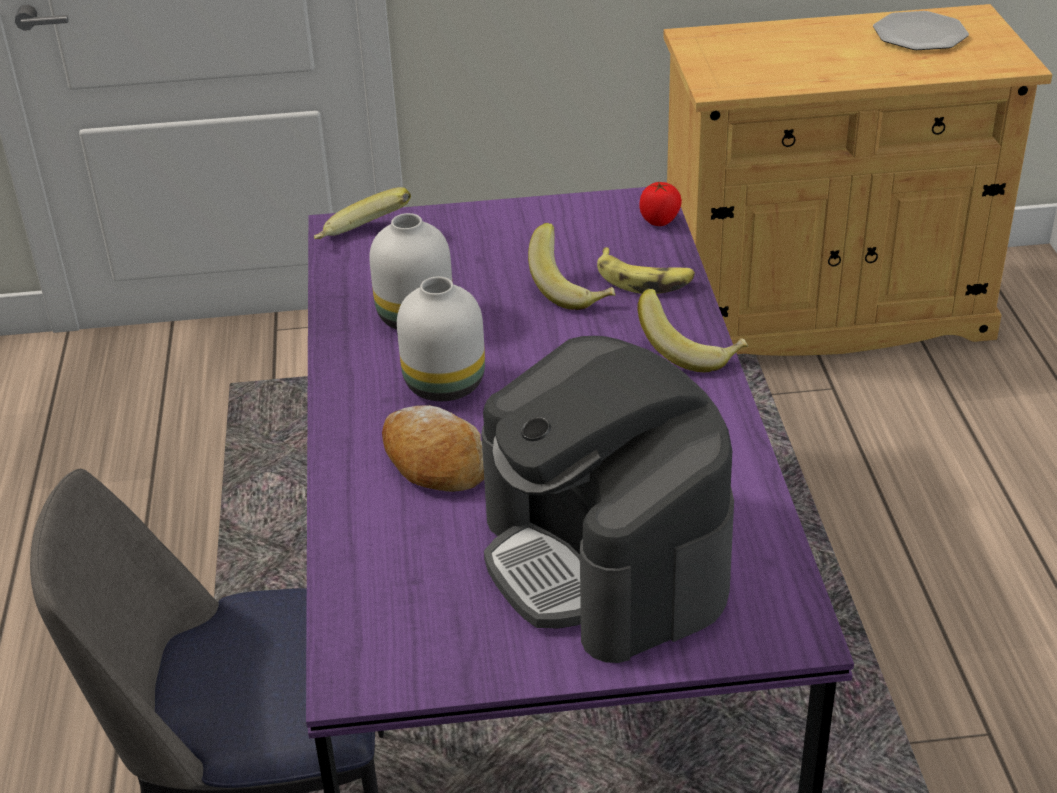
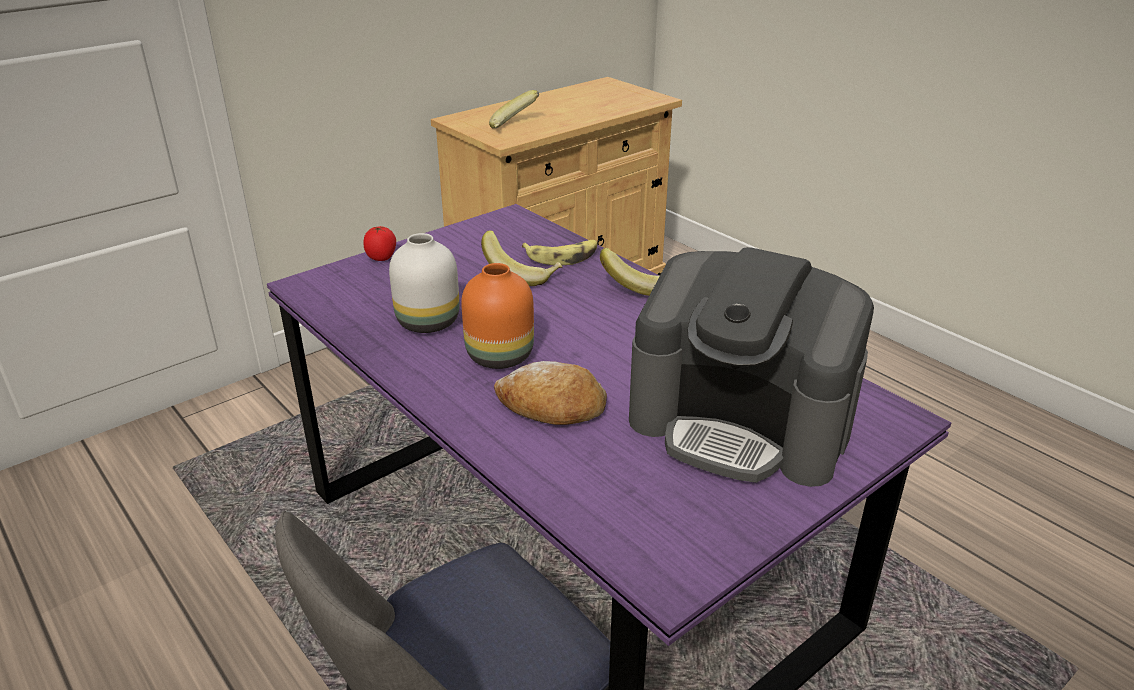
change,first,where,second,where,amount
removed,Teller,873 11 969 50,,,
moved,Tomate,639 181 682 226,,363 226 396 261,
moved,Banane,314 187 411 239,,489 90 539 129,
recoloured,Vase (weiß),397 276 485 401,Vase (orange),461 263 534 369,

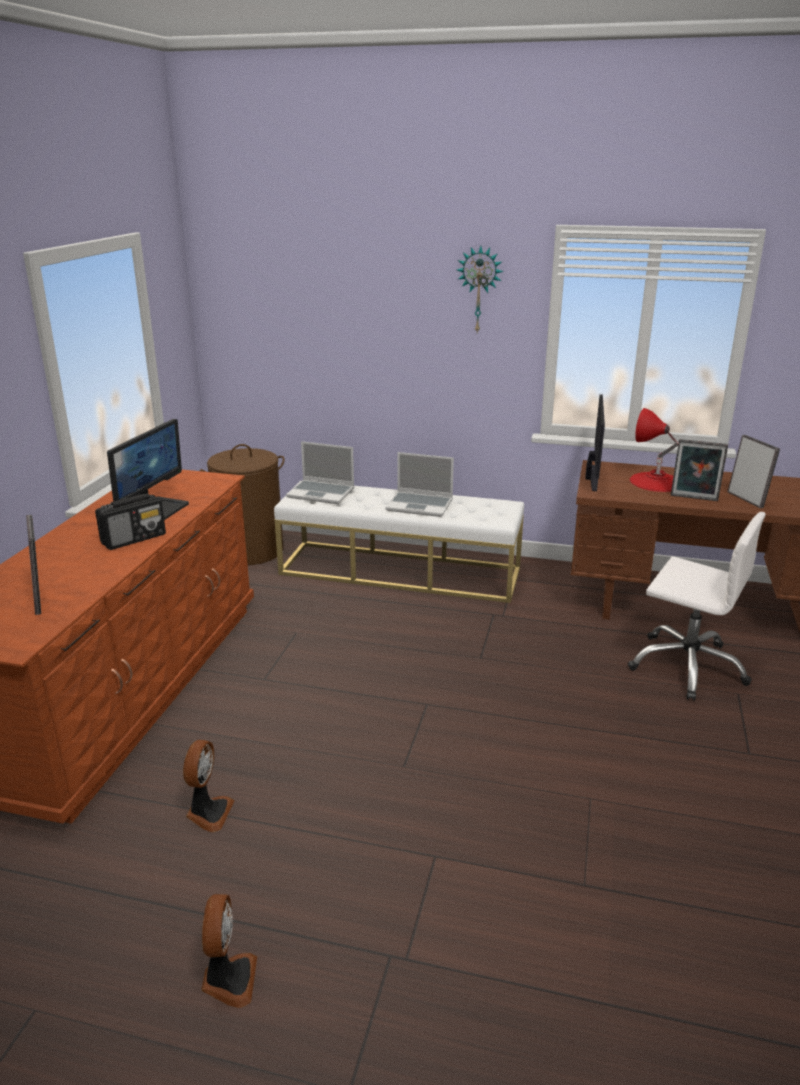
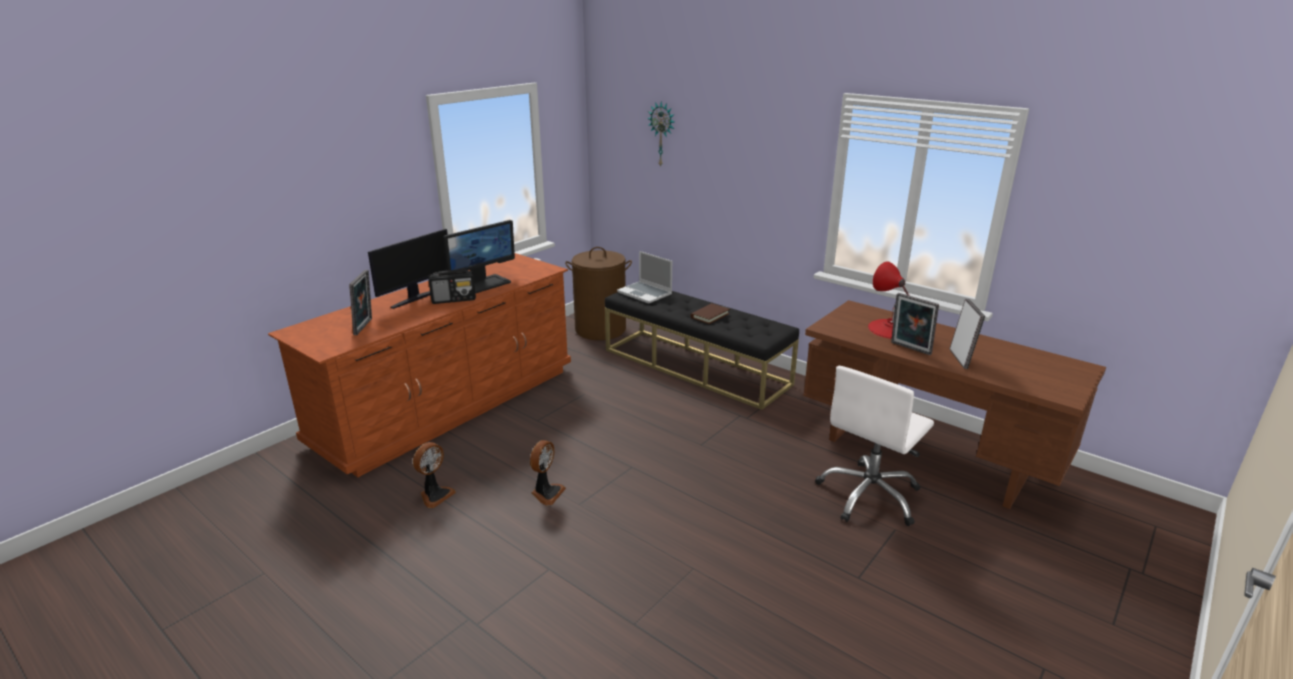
change,first,where,second,where,amount
moved,Wanduhr,457 246 504 332,,647 101 675 168,
moved,Monitor,585 394 605 491,,368 229 448 309,
replaced,Laptop,385 452 454 517,Buch (braun),691 303 730 324,
recoloured,Bank (weiß),274 481 524 603,Bank (schwarz),605 291 799 410,
turned,Bürostuhl (weiß),628 512 766 701,,815 366 934 526,75 degrees clockwise
moved,Ventilator,201 894 257 1008,,530 440 566 505,

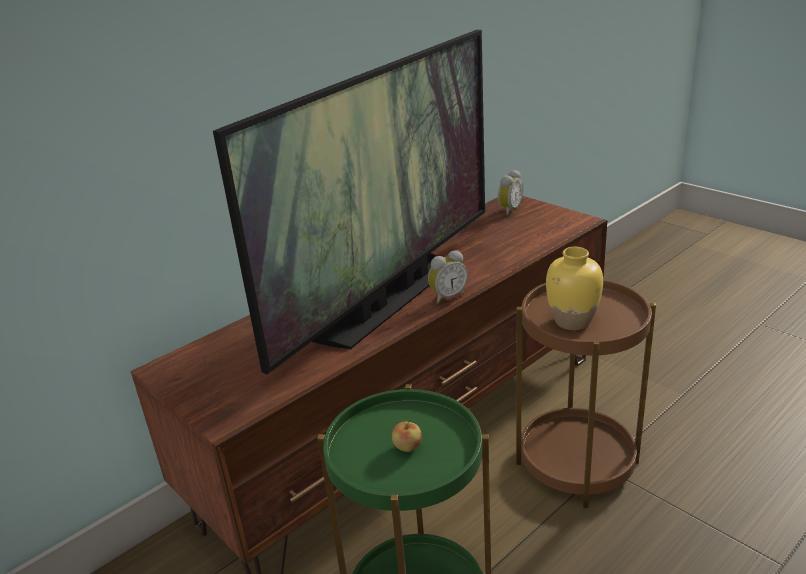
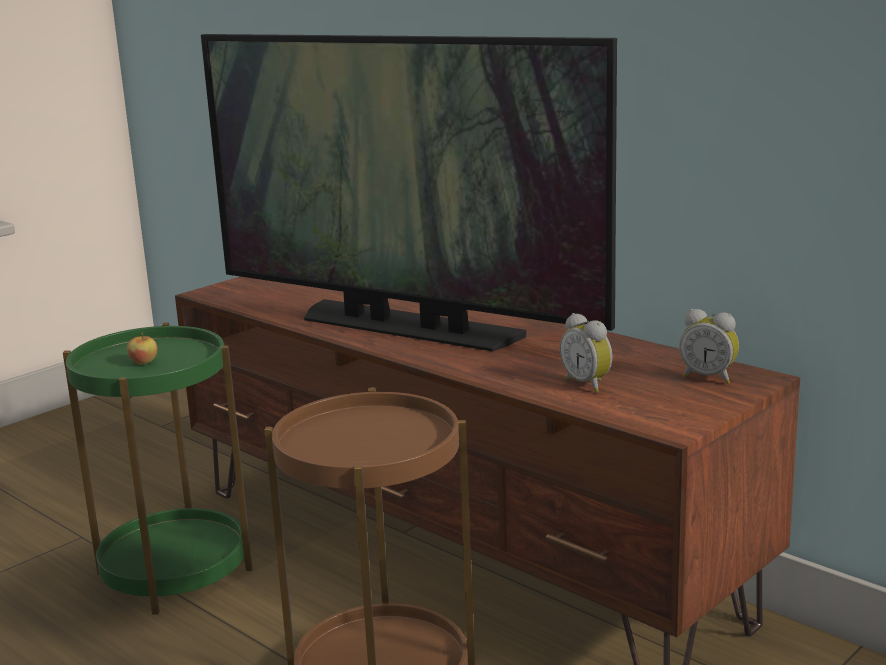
change,first,where,second,where,amount
removed,Vase (gelb),546 247 603 330,,,
moved,Wecker,428 250 468 304,,560 313 612 392,

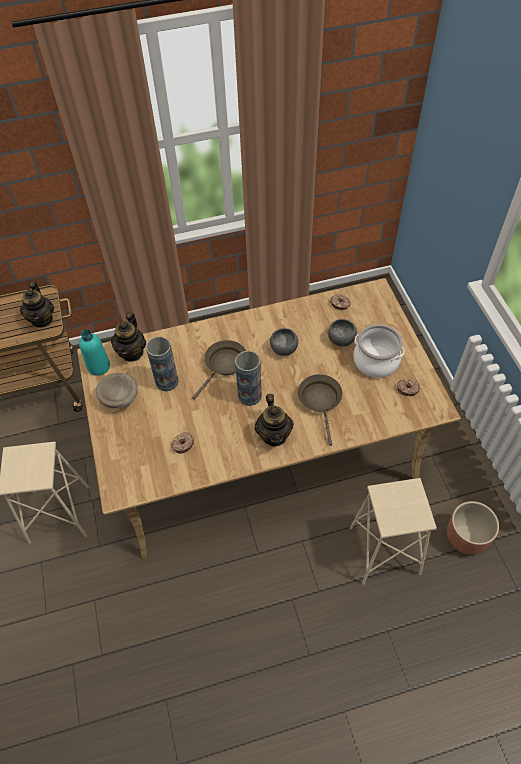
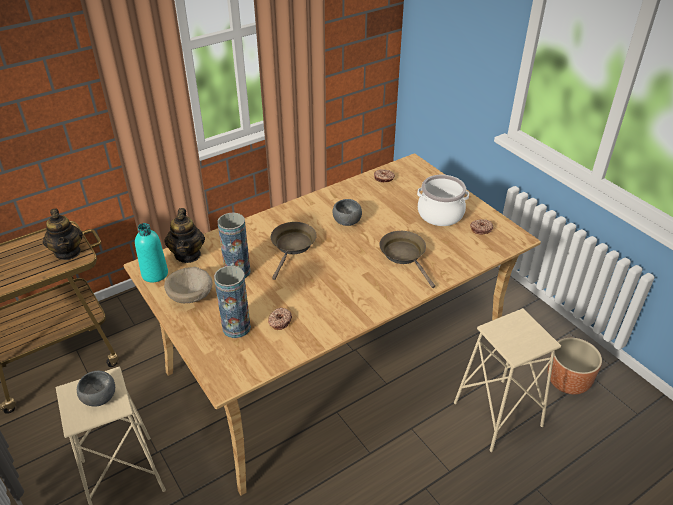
change,first,where,second,where,amount
moved,Schüssel (grau),328 319 357 346,,77 371 115 407,
moved,Vase,235 351 262 406,,214 266 251 338,
removed,Teekanne,254 394 294 446,,,

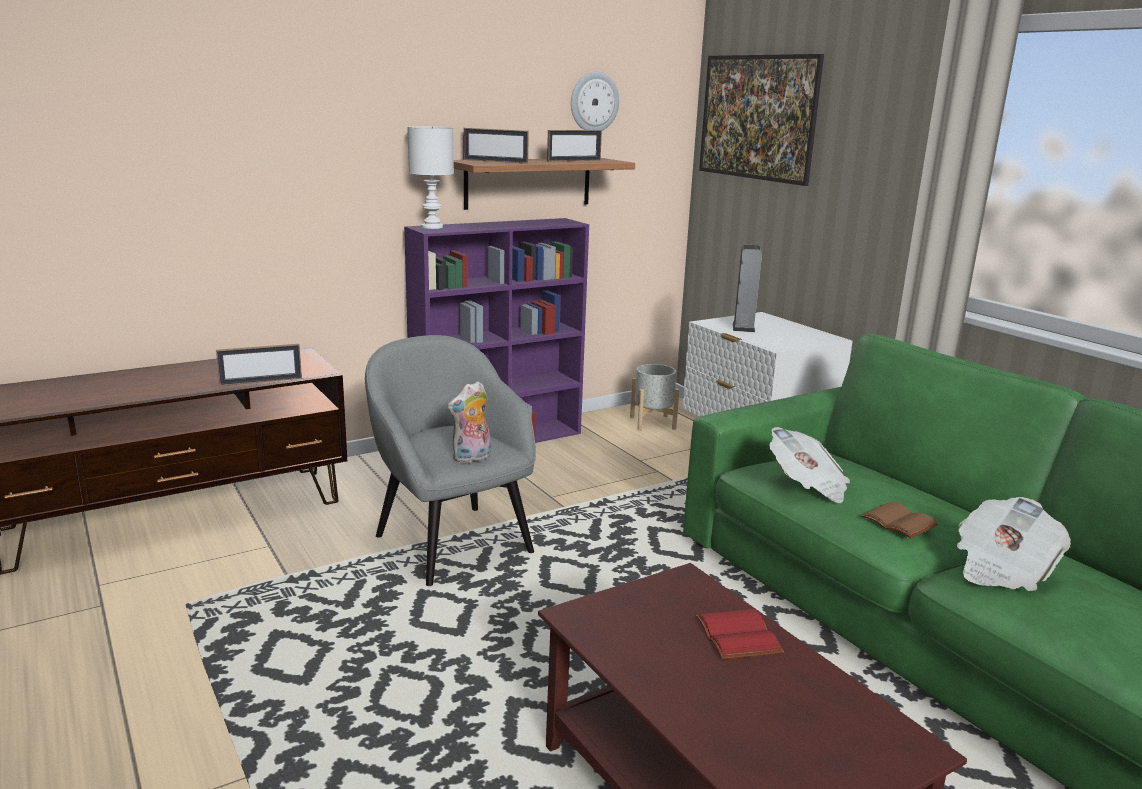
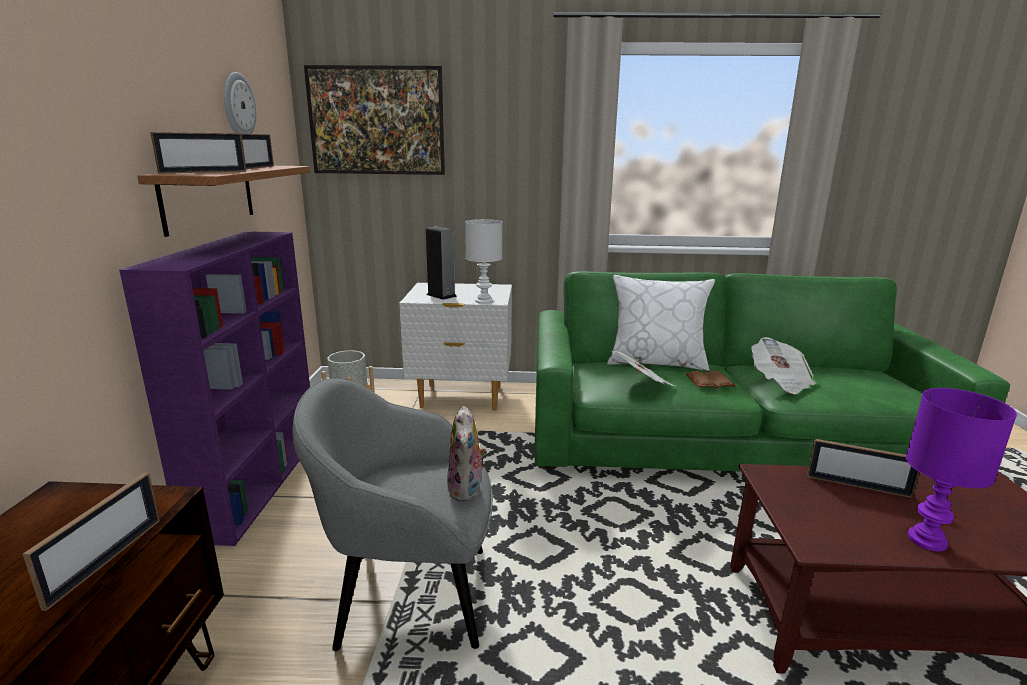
change,first,where,second,where,amount
moved,Tischlampe (weiß),408 126 454 229,,465 219 502 304,
replaced,Buch (rot),696 609 784 660,Bilderrahmen,807 439 919 498,
added,,,Kissen (weiß),607 275 715 371,
added,,,Tischlampe (lila),906 388 1017 551,

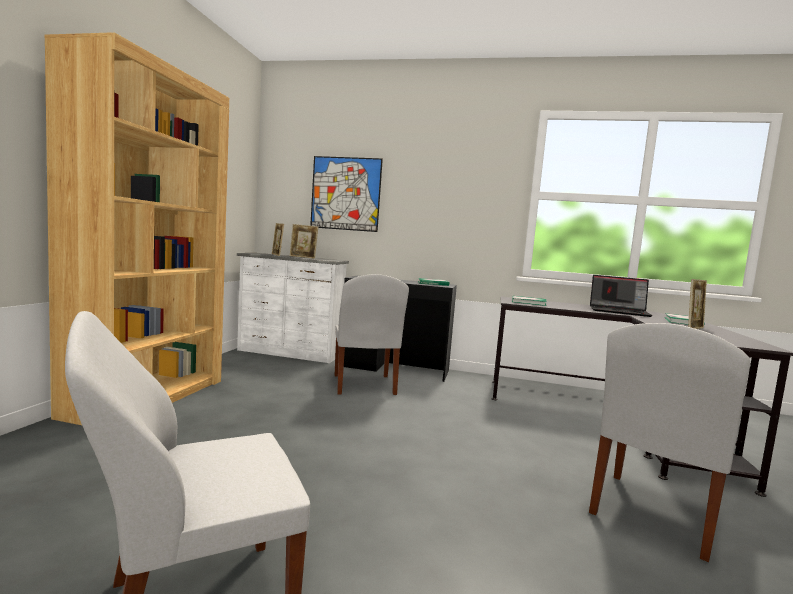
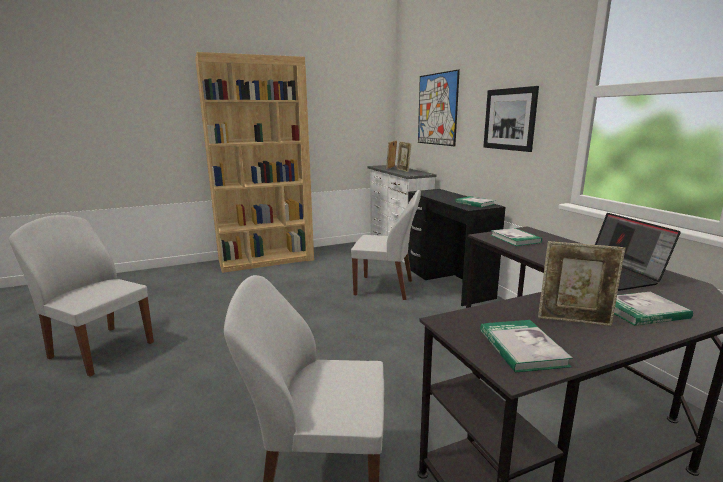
change,first,where,second,where,amount
turned,Stuhl (weiß),335 274 409 395,,351 190 421 300,120 degrees counterclockwise
added,,,Bild,483 86 539 152,
added,,,Buch,480 320 573 373,

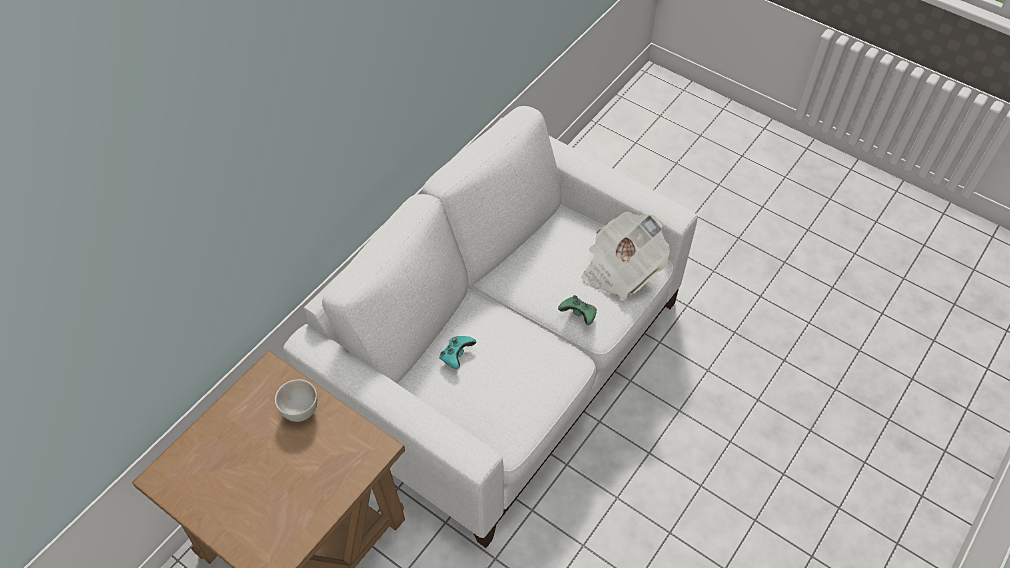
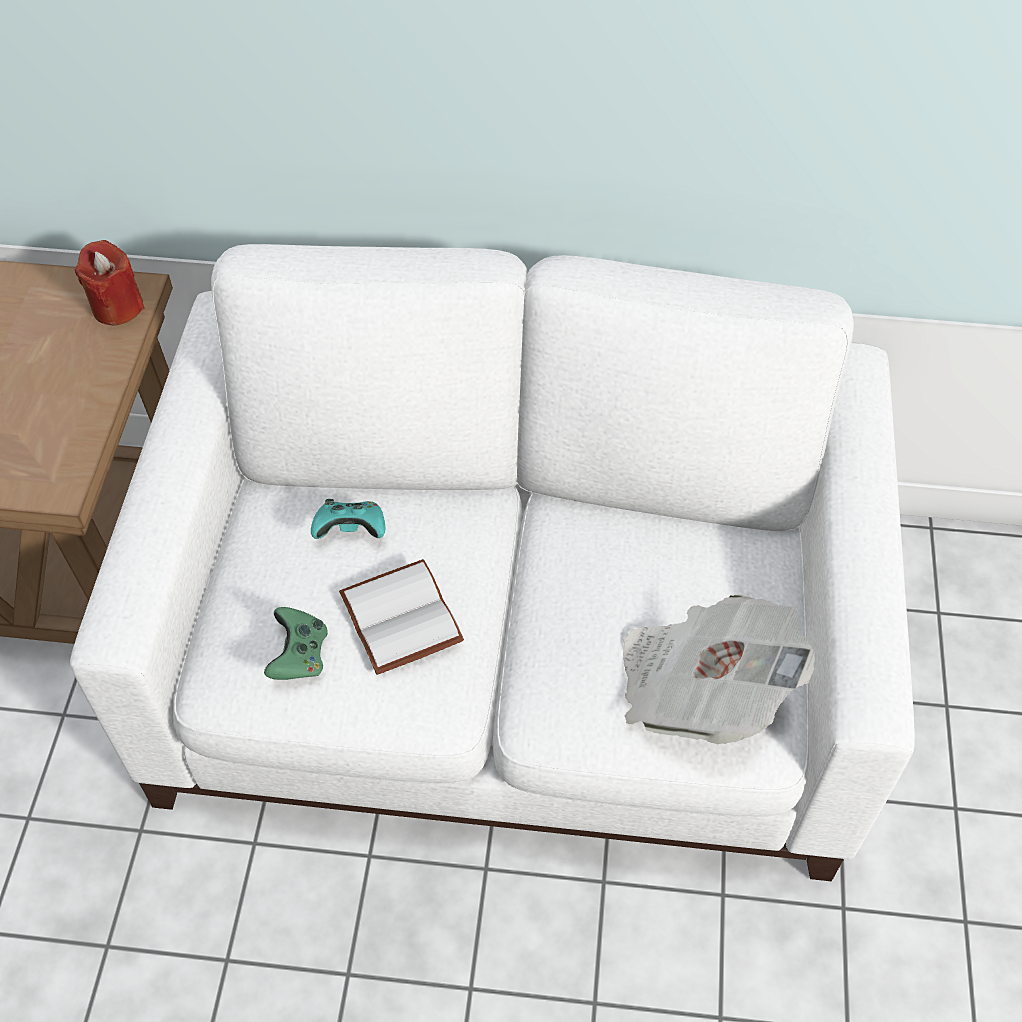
change,first,where,second,where,amount
moved,Gamepad (grün),558 295 597 325,,264 607 328 680,
removed,Schüssel (weiß),275 379 317 422,,,
added,,,Kerze (rot),74 240 145 326,
added,,,Buch (weiß),339 559 464 675,

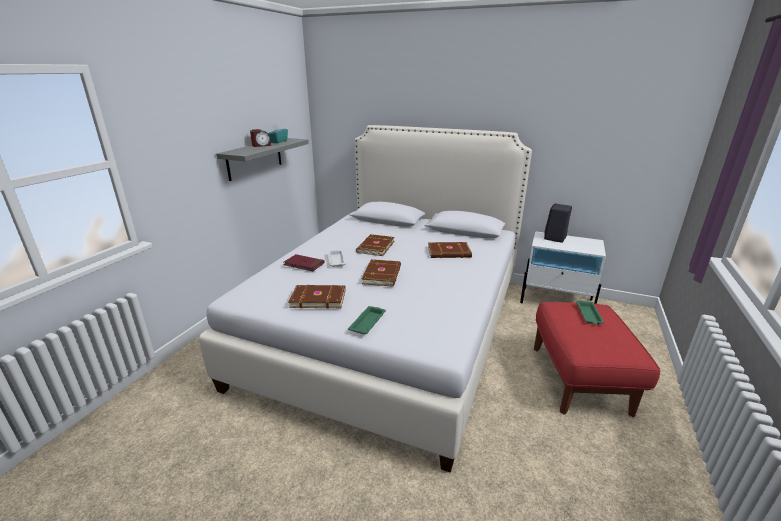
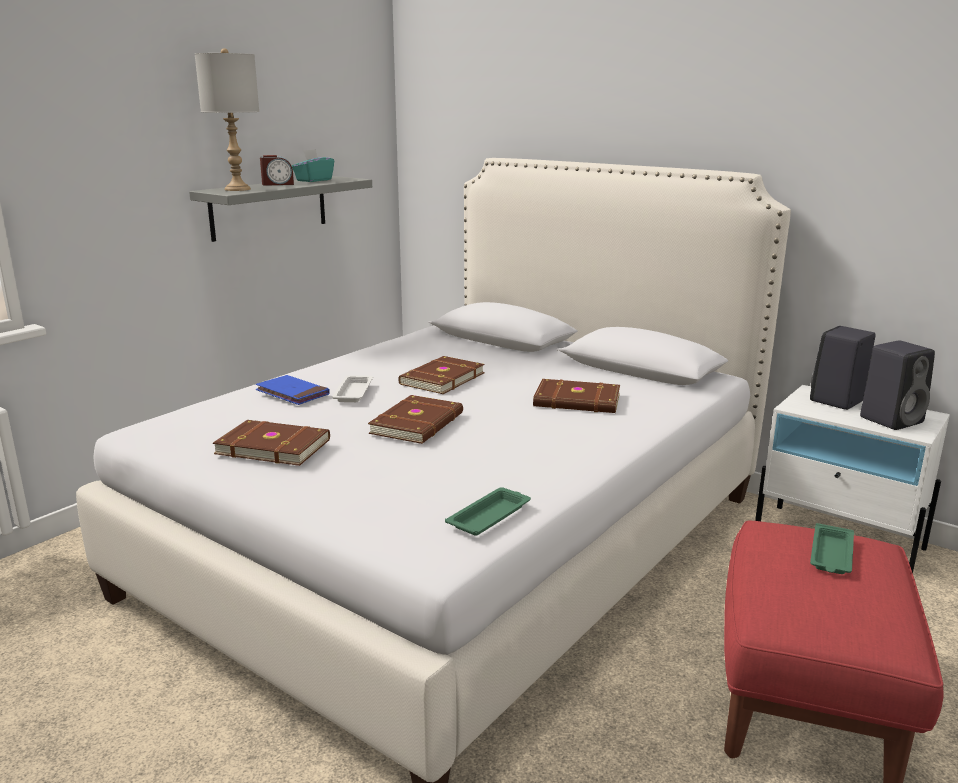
change,first,where,second,where,amount
recoloured,Buch (rot),284 254 325 271,Buch (blau),256 375 330 405,
moved,Tablett (grün),348 306 386 334,,445 487 531 535,
added,,,Tischlampe (grau),195 48 259 191,
added,,,Lautsprecher (schwarz),860 340 935 430,

